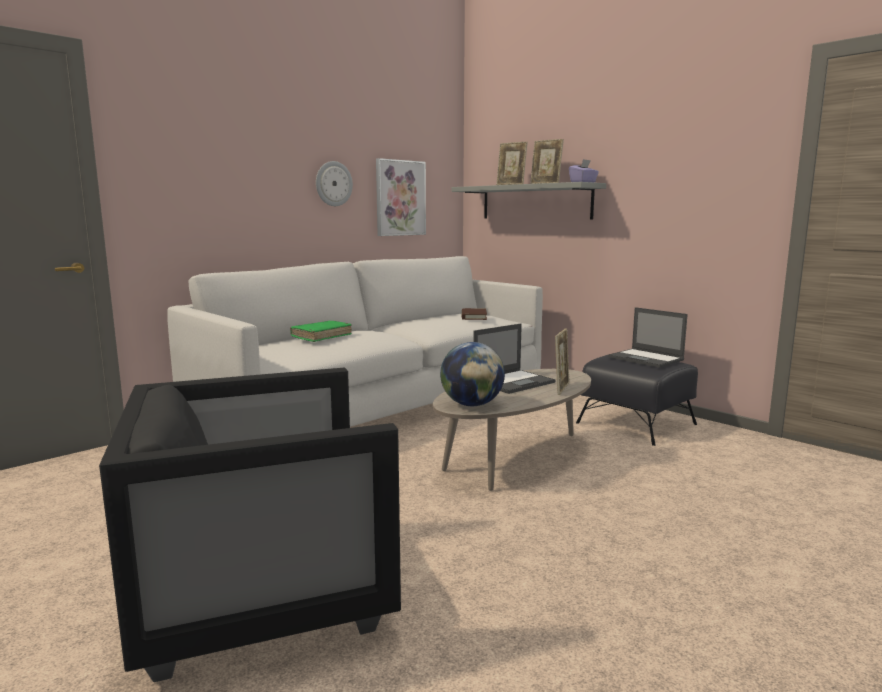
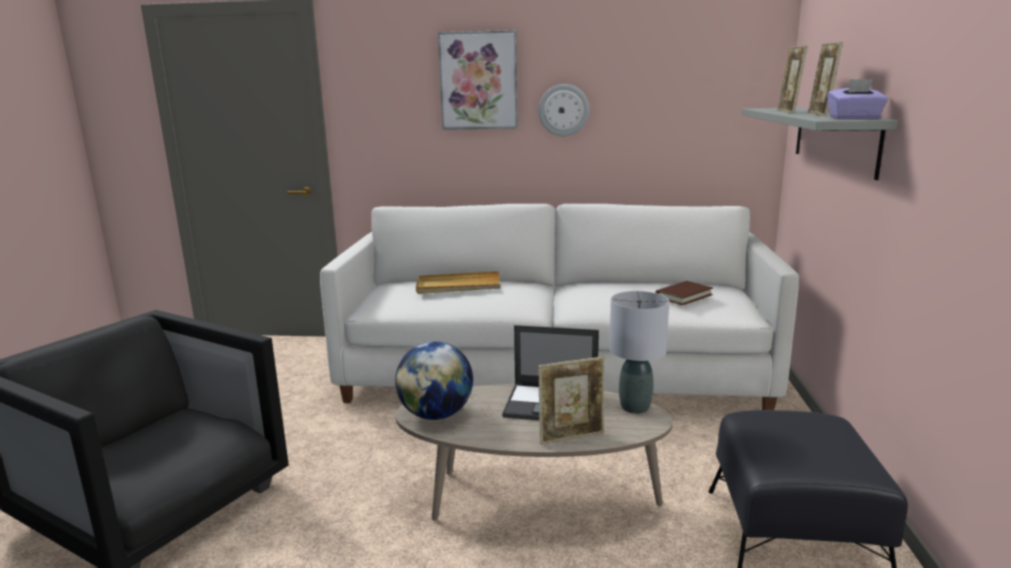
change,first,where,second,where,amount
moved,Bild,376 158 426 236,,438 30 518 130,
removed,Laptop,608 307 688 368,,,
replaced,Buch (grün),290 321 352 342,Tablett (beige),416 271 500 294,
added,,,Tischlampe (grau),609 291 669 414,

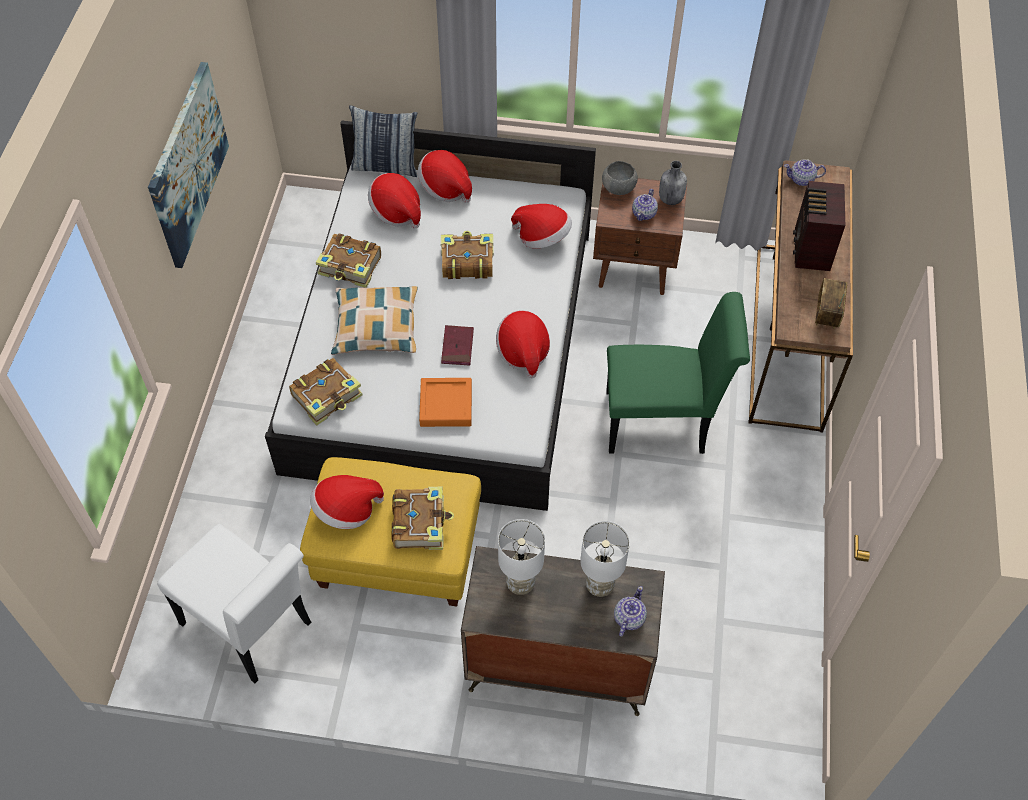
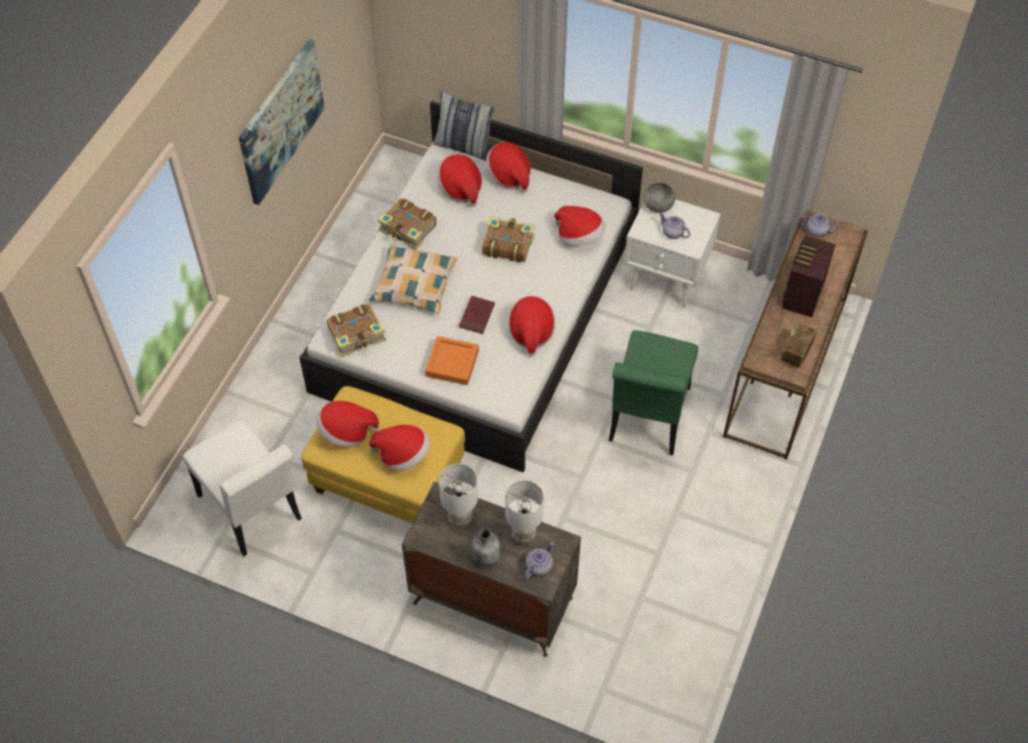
change,first,where,second,where,amount
moved,Flasche (grau),659 161 687 205,,471 528 500 567,
recoloured,Nachttisch (braun),593 178 687 295,Nachttisch (weiß),624 199 721 308,
turned,Teekanne,632 189 658 221,,659 213 690 239,90 degrees clockwise
turned,Stuhl (grün),606 292 750 454,,608 330 698 455,90 degrees clockwise
replaced,Buch,391 487 454 550,Hut,369 425 430 471,

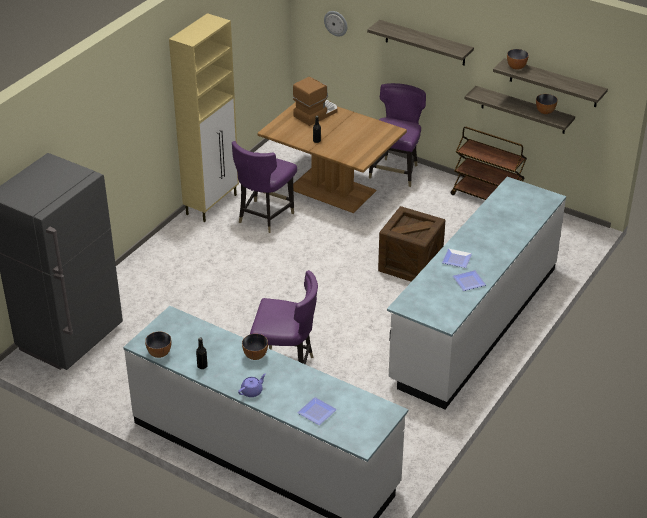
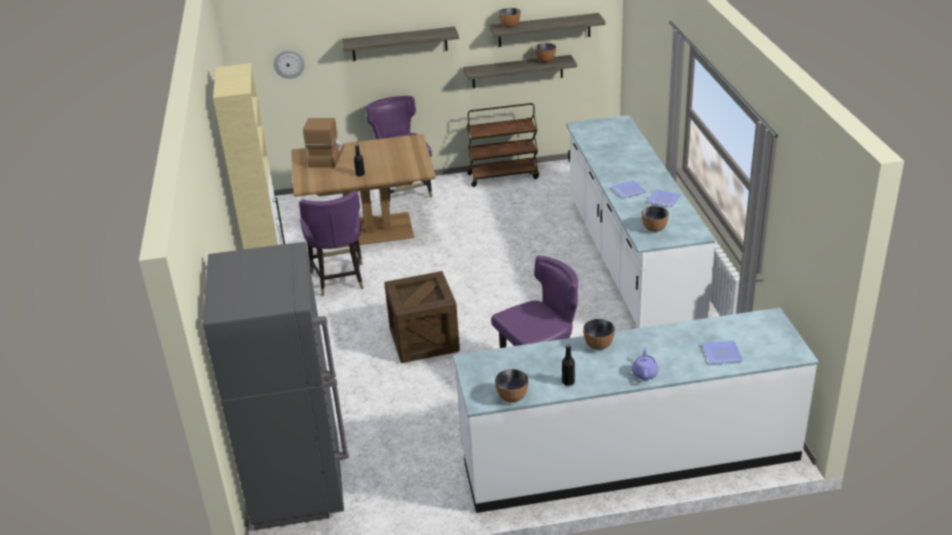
change,first,where,second,where,amount
moved,Kiste,378 206 445 282,,384 271 460 363,
added,,,Schüssel,642 206 669 232,

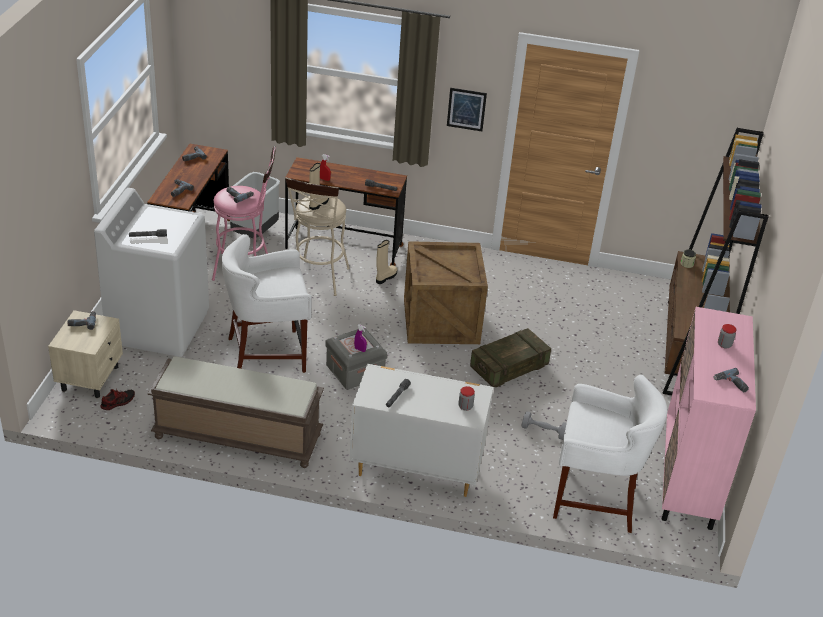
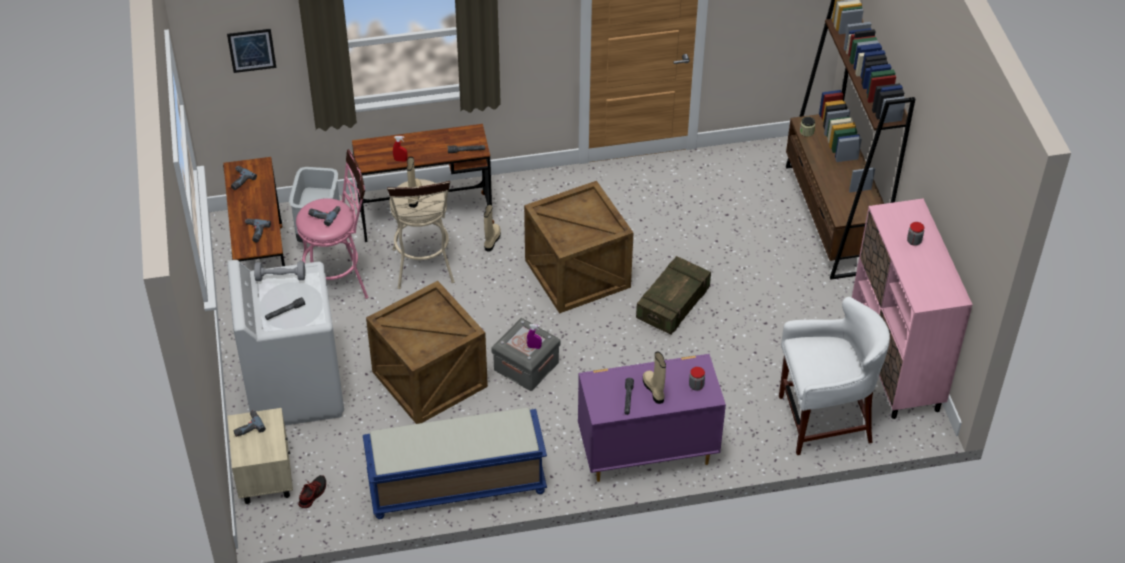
change,first,where,second,where,amount
moved,Bild,447 88 487 131,,227 29 276 73,
replaced,Hocker (weiß),222 234 312 373,Kiste,366 281 488 424,
recoloured,Bank (braun),148 357 324 468,Bank (blau),363 408 547 519,
recoloured,Kommode (weiß),350 364 493 497,Kommode (lila),578 354 726 482,
removed,Bohrmaschine,713 368 749 392,,,
moved,Hantel (grau),521 411 567 440,,254 261 305 281,
added,,,Stiefel (beige),643 352 666 404,

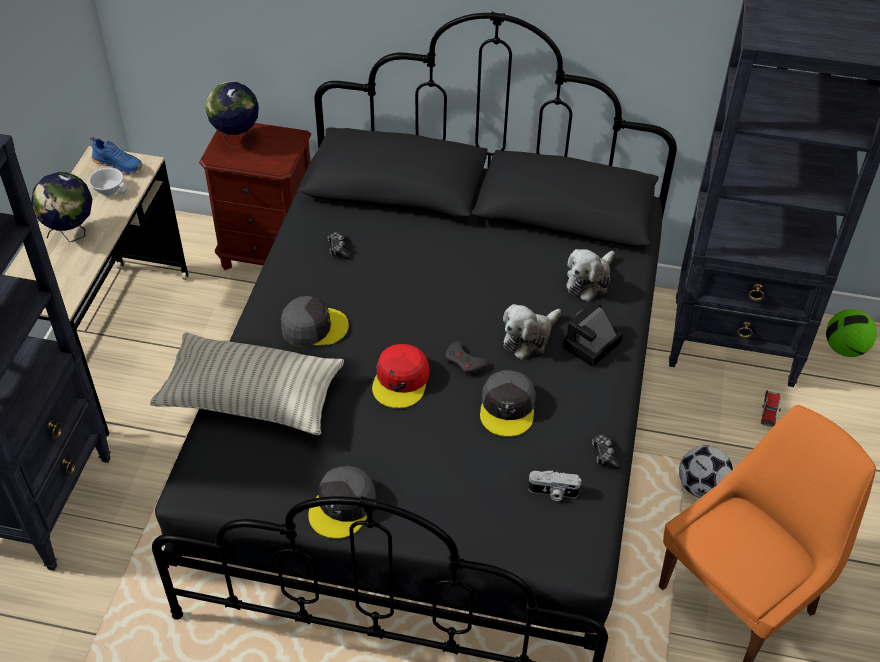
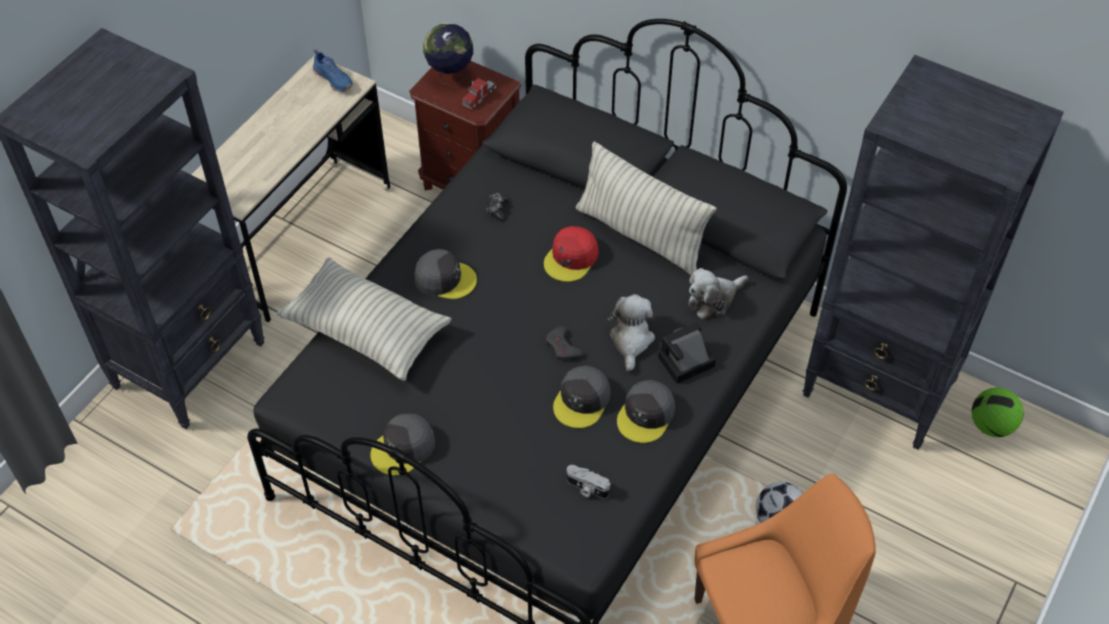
change,first,where,second,where,amount
removed,Tasse (weiß),89 168 128 196,,,
removed,Globus,31 172 92 242,,,
turned,Plüschtier,503 304 561 360,,607 294 655 371,120 degrees clockwise
moved,Kappe (rot),372 344 429 408,,544 226 599 282,
moved,Spielzeuglaster,761 390 781 427,,462 78 497 109,
removed,Gamepad,592 434 621 469,,,
added,,,Kissen,576 142 716 275,
added,,,Kappe (grau),617 380 675 443,

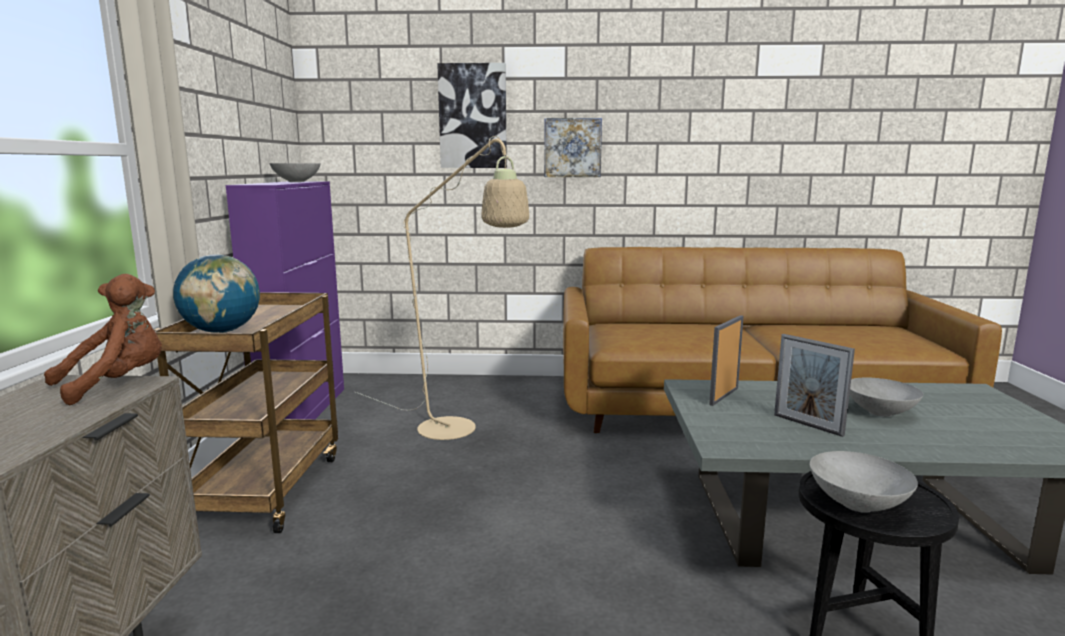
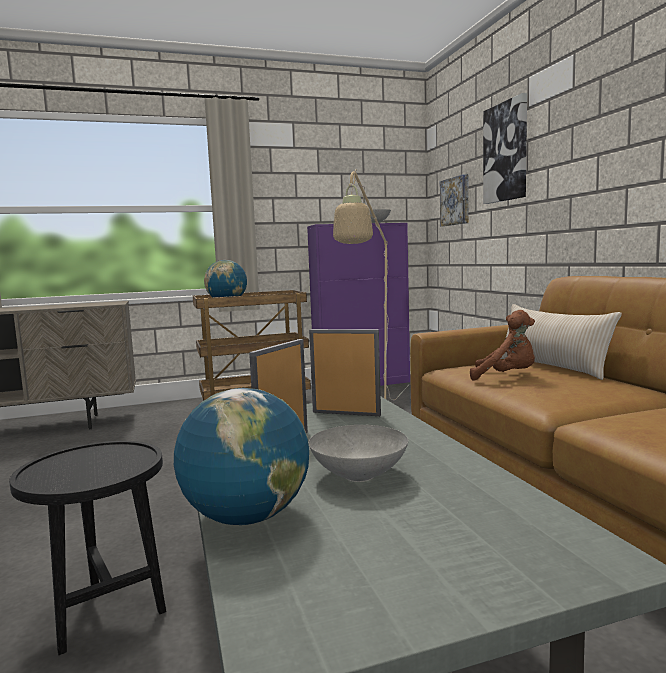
change,first,where,second,where,amount
moved,Bild,544 118 602 177,,440 174 469 227,
moved,Plüschtier (braun),44 274 162 406,,470 310 535 381,
removed,Schüssel (grau),810 451 918 513,,,
added,,,Kissen (beige),500 304 622 380,
added,,,Globus,174 388 309 525,

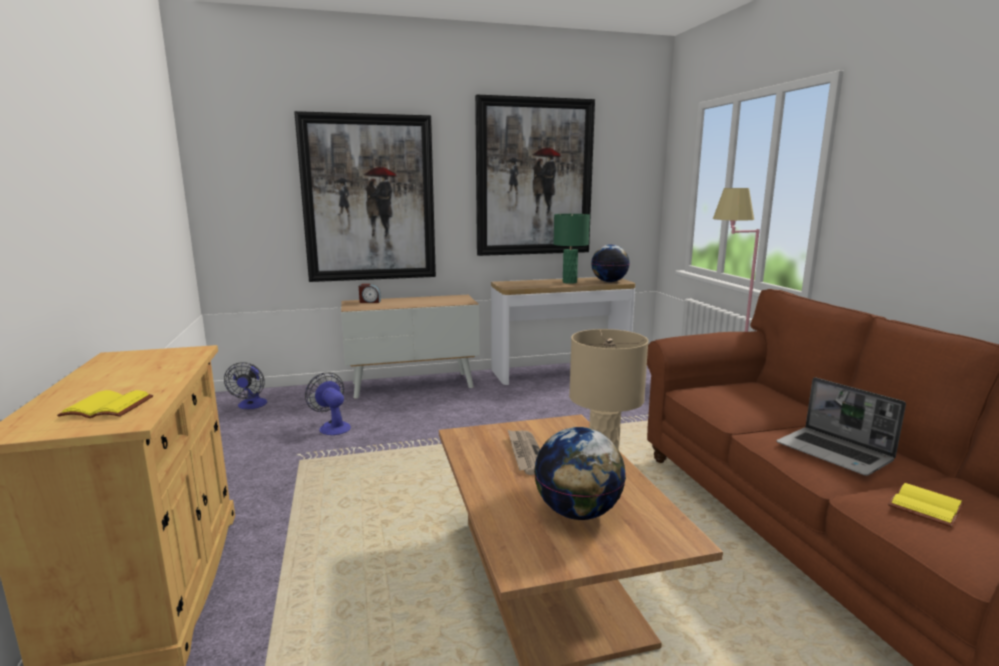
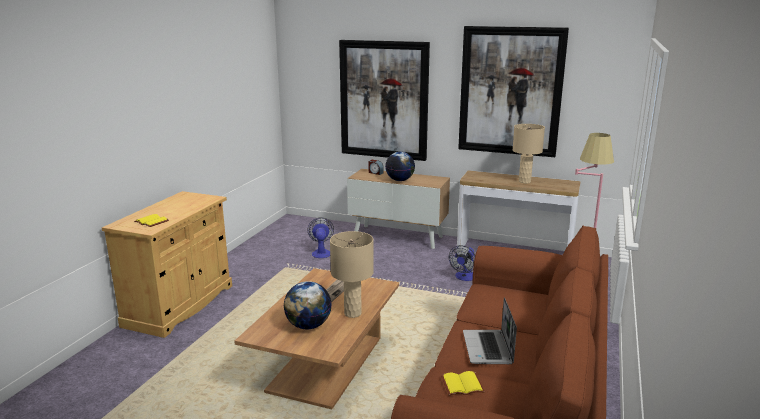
change,first,where,second,where,amount
recoloured,Tischlampe (grün),554 214 590 284,Tischlampe (beige),513 124 545 183,
moved,Globus,591 245 630 282,,385 152 415 181,
moved,Ventilator,224 362 267 409,,449 245 475 281,

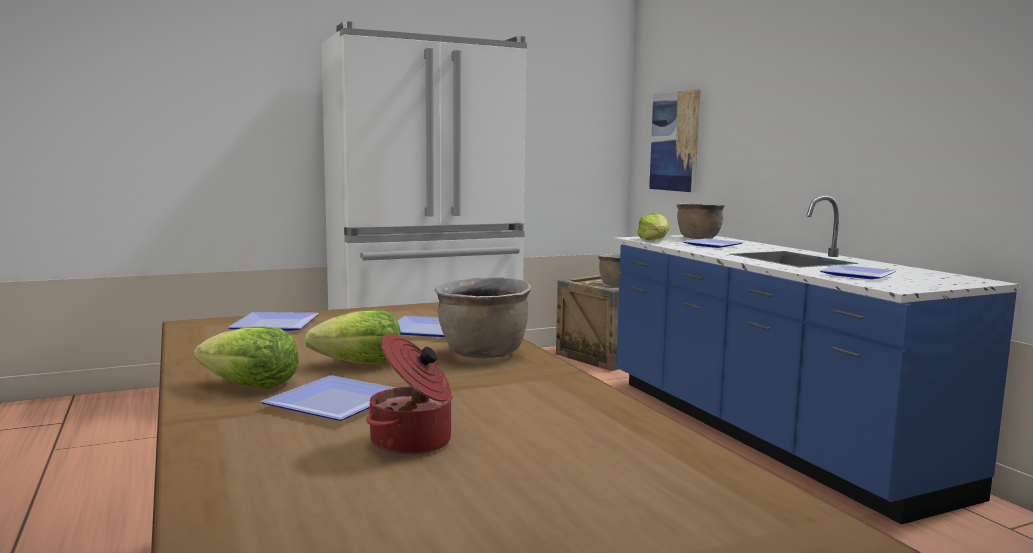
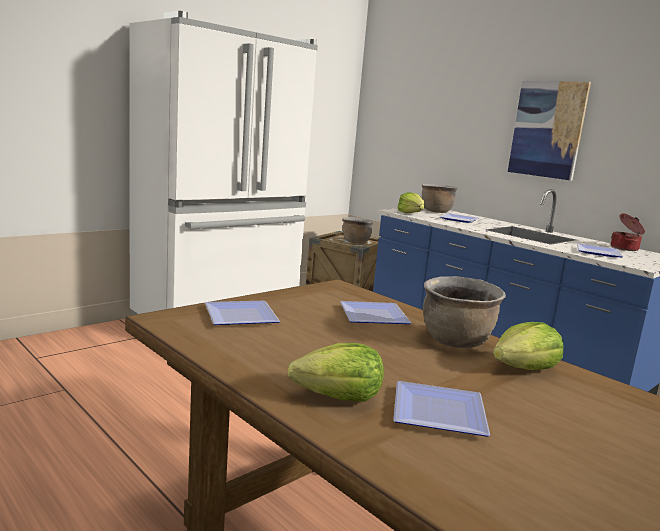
change,first,where,second,where,amount
moved,Bild,649 89 701 192,,508 81 591 180,
moved,Salatkopf,304 309 401 364,,493 322 563 370,
moved,Kochtopf,366 334 453 456,,611 213 645 251,

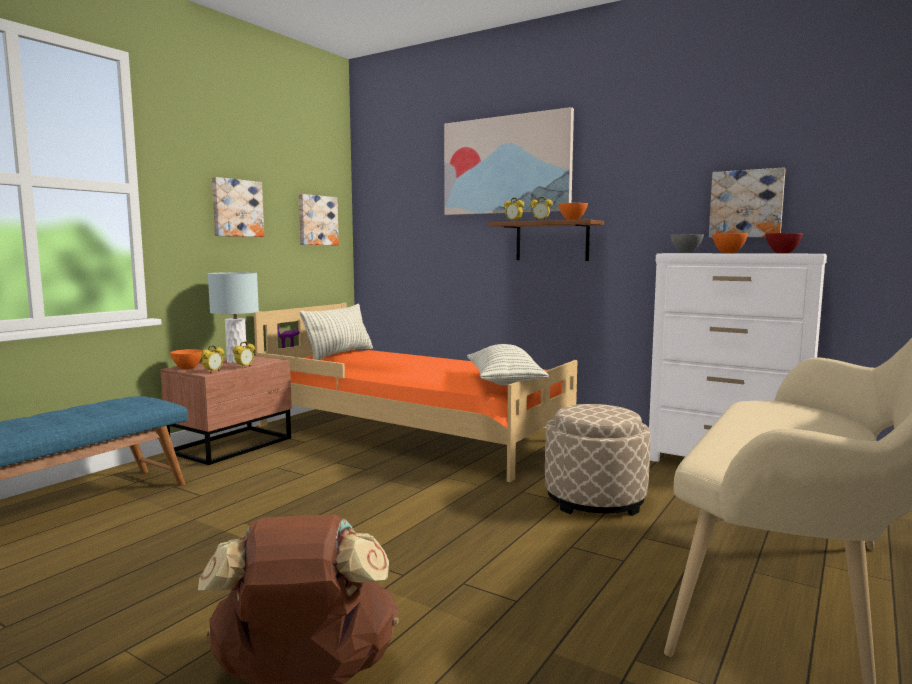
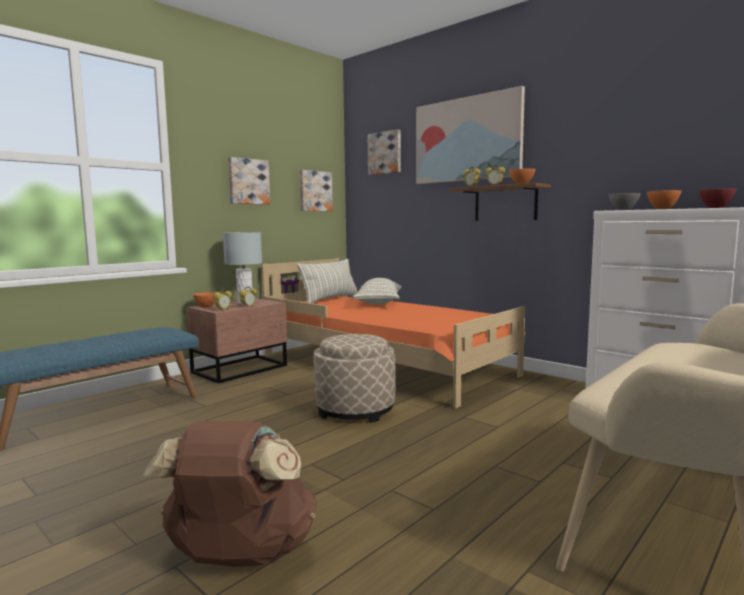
change,first,where,second,where,amount
moved,Bild,709 168 786 238,,368 129 401 175,
moved,Kissen,467 344 549 385,,353 278 401 305,
moved,Polsterhocker (beige),545 404 650 516,,313 334 396 423,

